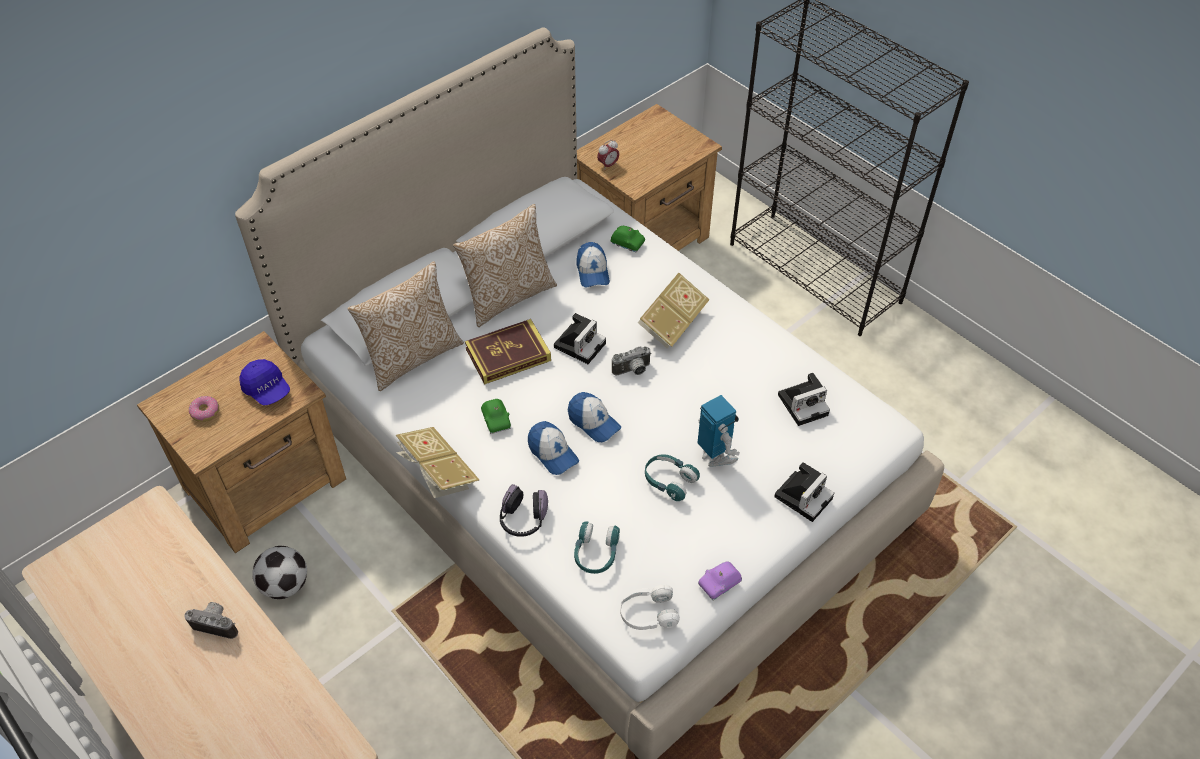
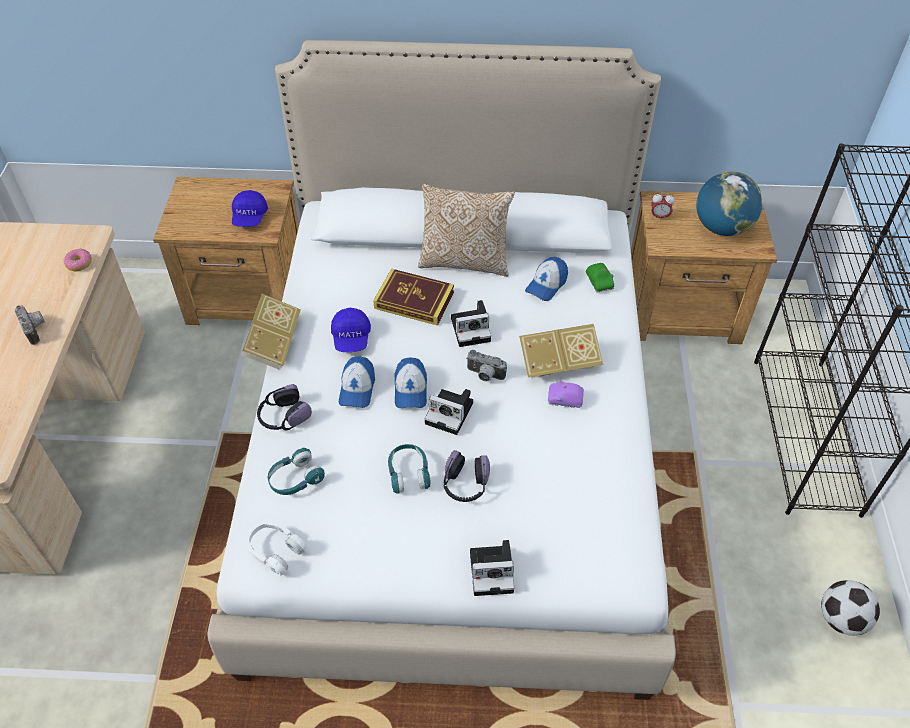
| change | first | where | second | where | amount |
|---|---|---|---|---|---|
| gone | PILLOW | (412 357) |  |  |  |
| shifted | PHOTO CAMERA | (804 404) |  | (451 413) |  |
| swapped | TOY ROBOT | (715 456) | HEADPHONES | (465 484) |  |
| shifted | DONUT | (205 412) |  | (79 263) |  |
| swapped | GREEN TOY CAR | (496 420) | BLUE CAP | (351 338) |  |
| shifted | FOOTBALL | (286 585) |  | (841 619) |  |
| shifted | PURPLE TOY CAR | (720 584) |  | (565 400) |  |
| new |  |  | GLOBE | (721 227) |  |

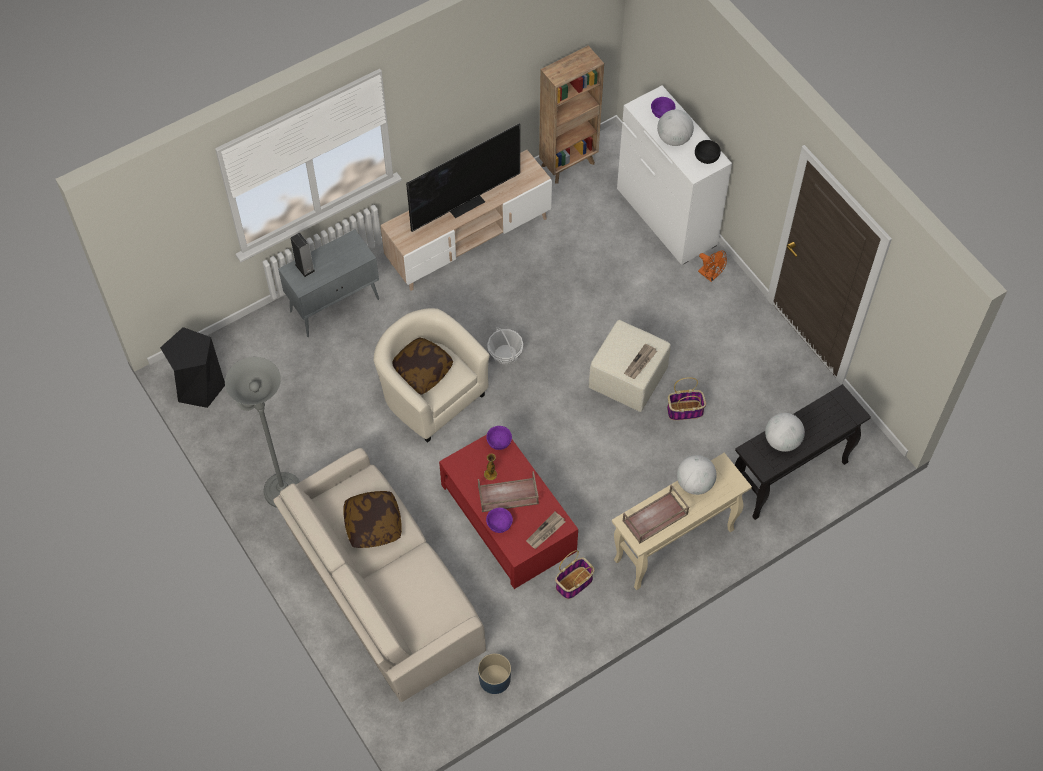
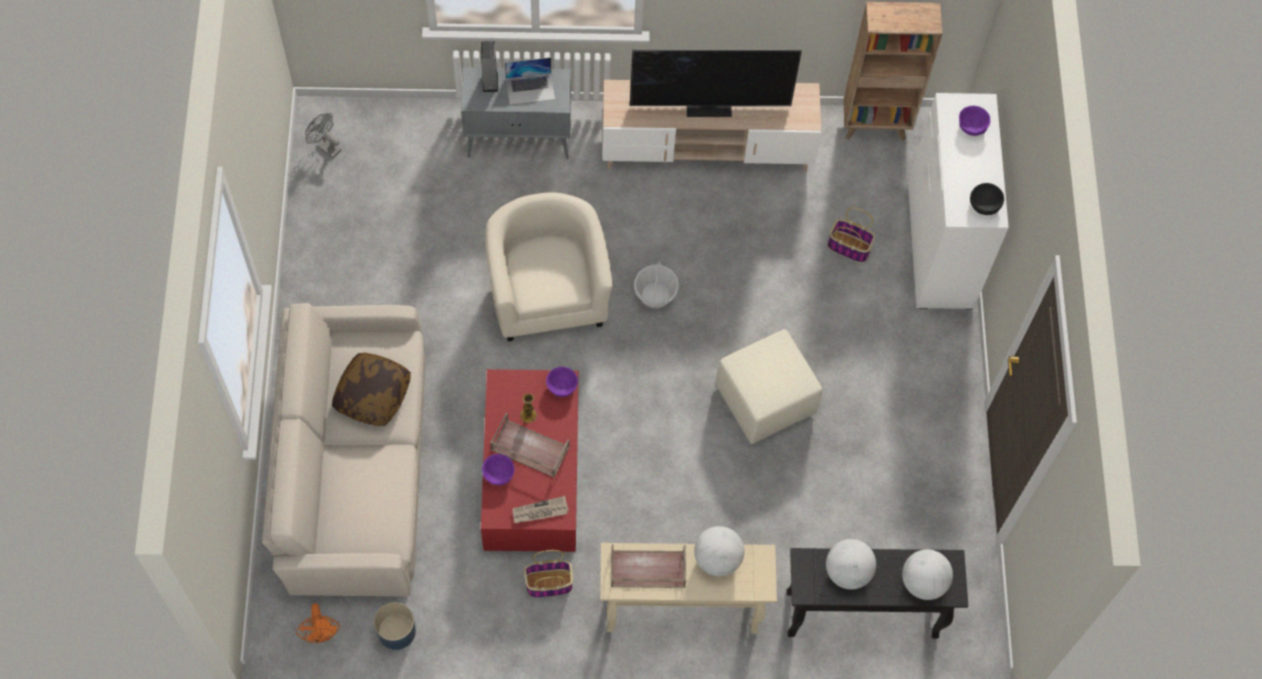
| change | first | where | second | where | amount |
|---|---|---|---|---|---|
| shifted | GLOBE | (674 139) |  | (923 582) |  |
| shifted | ORANGE FAN | (710 275) |  | (321 634) |  |
| swapped | BLACK STOOL | (199 387) | GREY FAN | (326 146) |  |
| gone | PILLOW | (420 371) |  |  |  |
| gone | NEWSPAPER | (640 363) |  |  |  |
| gone | GREY FLOOR LAMP | (280 487) |  |  |  |
| shifted | BASKET | (685 410) |  | (849 247) |  |
| new |  |  | LAPTOP | (530 88) |  |

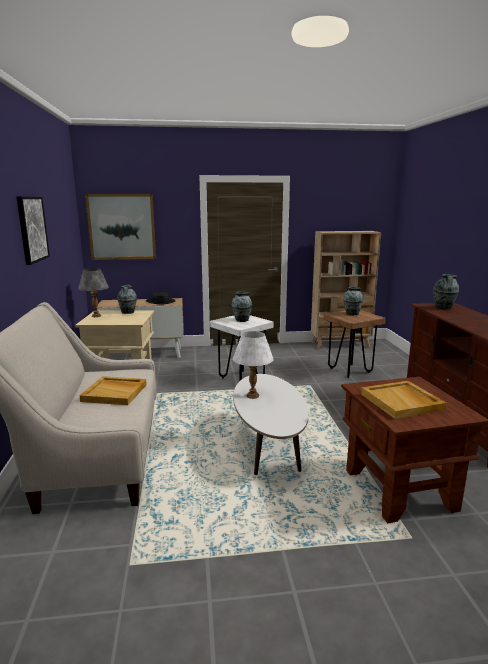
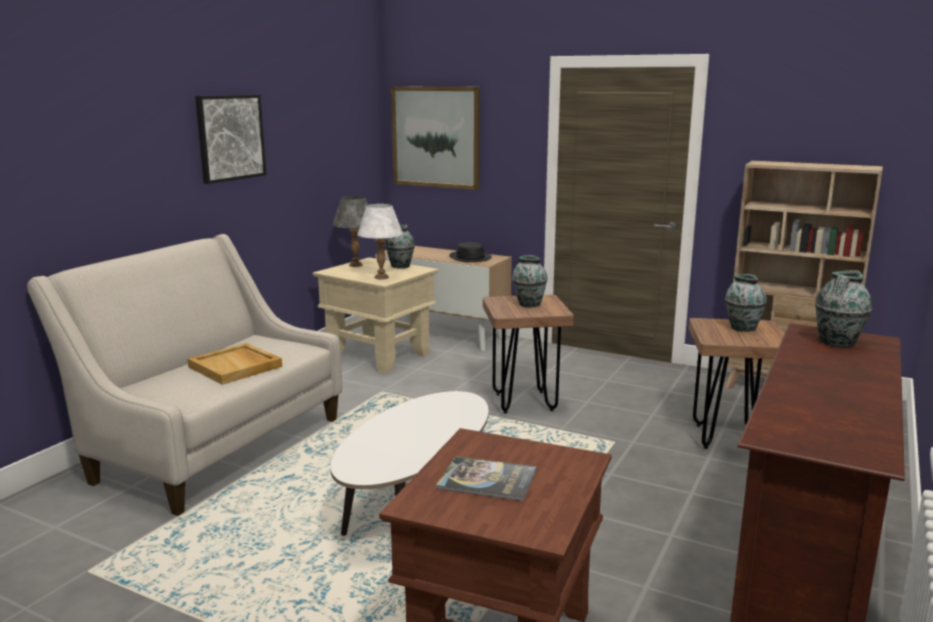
| change | first | where | second | where | amount |
|---|---|---|---|---|---|
| repainted | WHITE STOOL | (241 378) | BROWN STOOL | (524 402) |  |
| shifted | WHITE TABLE LAMP | (252 396) |  | (381 277) |  |
| swapped | BEIGE TRAY | (402 402) | BOOK | (487 480) |  |

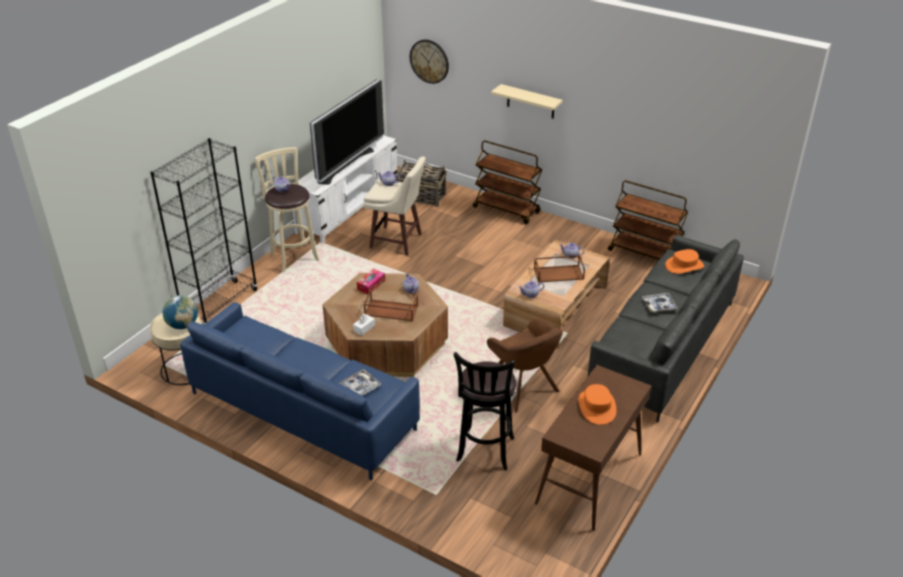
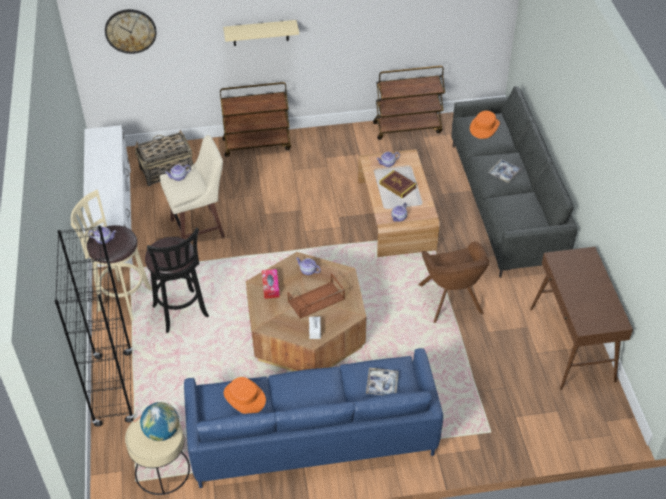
| change | first | where | second | where | amount |
|---|---|---|---|---|---|
| gone | TELEVISION | (346 165) |  |  |  |
| swapped | BROWN TRAY | (559 273) | BOOK | (397 185) |  |
| rotated | BROWN ARMCHAIR | (523 388) |  | (451 302) | 60 degrees clockwise |
| shifted | BLACK STOOL | (484 452) |  | (181 314) |  |
| shifted | ORANGE HAT | (596 407) |  | (244 397) |  |

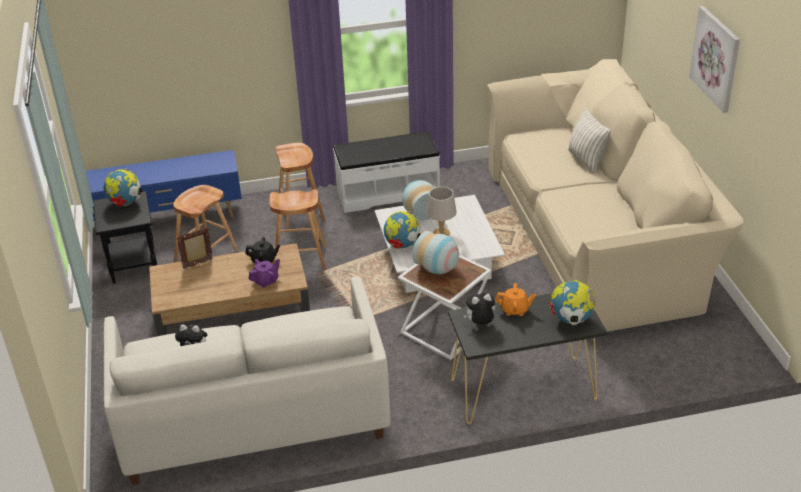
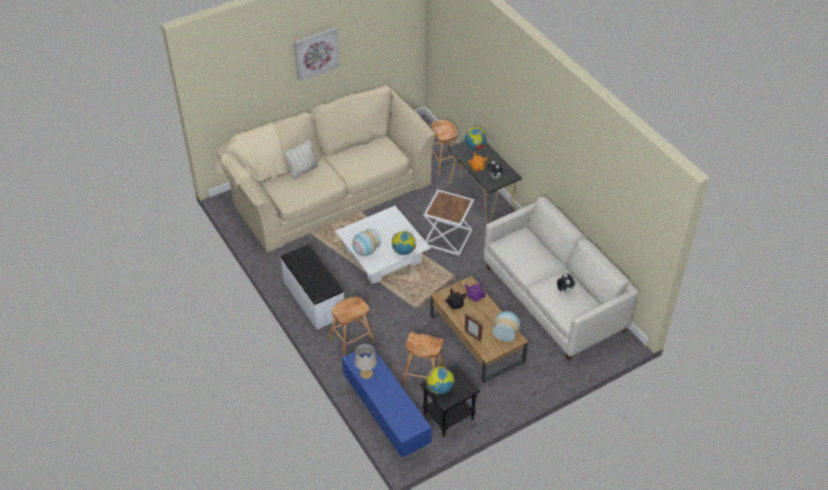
| change | first | where | second | where | amount |
|---|---|---|---|---|---|
| shifted | GREY TABLE LAMP | (441 233) |  | (366 373) |  |
| shifted | BROWN STOOL | (300 259) |  | (444 162) |  |
| shifted | VASE | (438 269) |  | (506 332) |  |

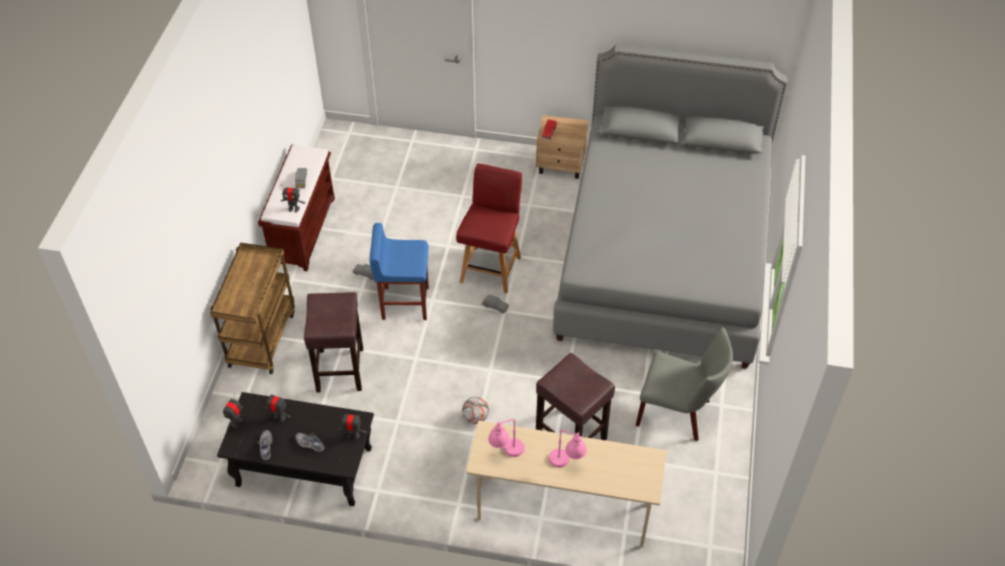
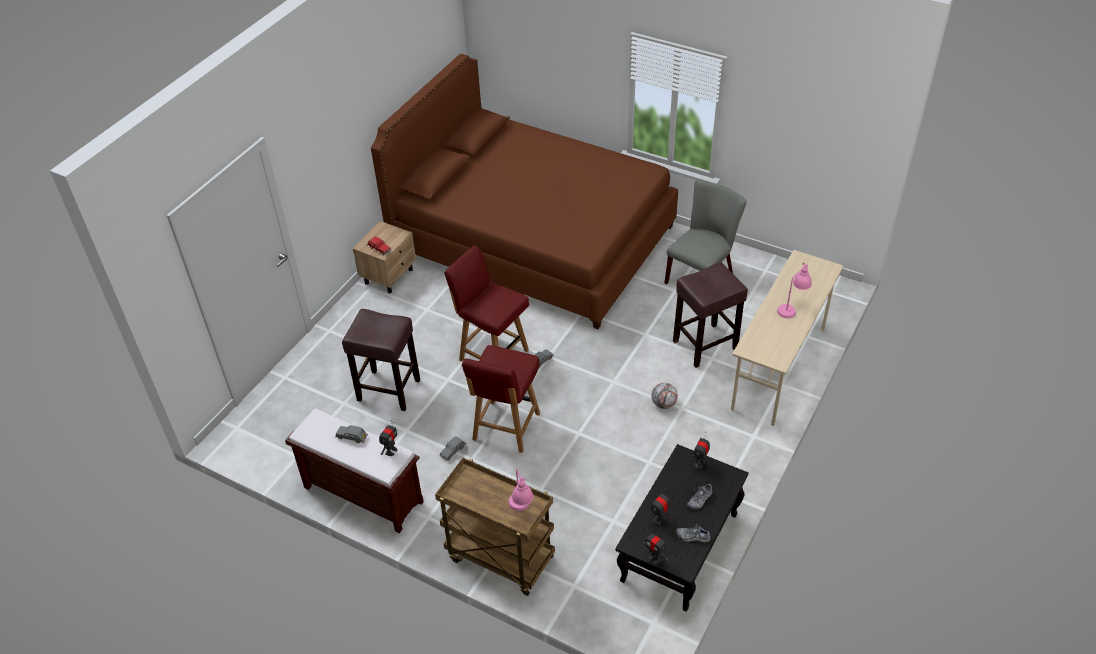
| change | first | where | second | where | amount |
|---|---|---|---|---|---|
| repainted | GREY BED | (663 255) | BROWN BED | (533 240) |  |
| swapped | BLUE STOOL | (404 303) | RED CHAIR | (505 428) |  |
| shifted | BROWN STOOL | (340 369) |  | (387 390) |  |
| shifted | PINK TABLE LAMP | (506 452) |  | (522 509) |  |

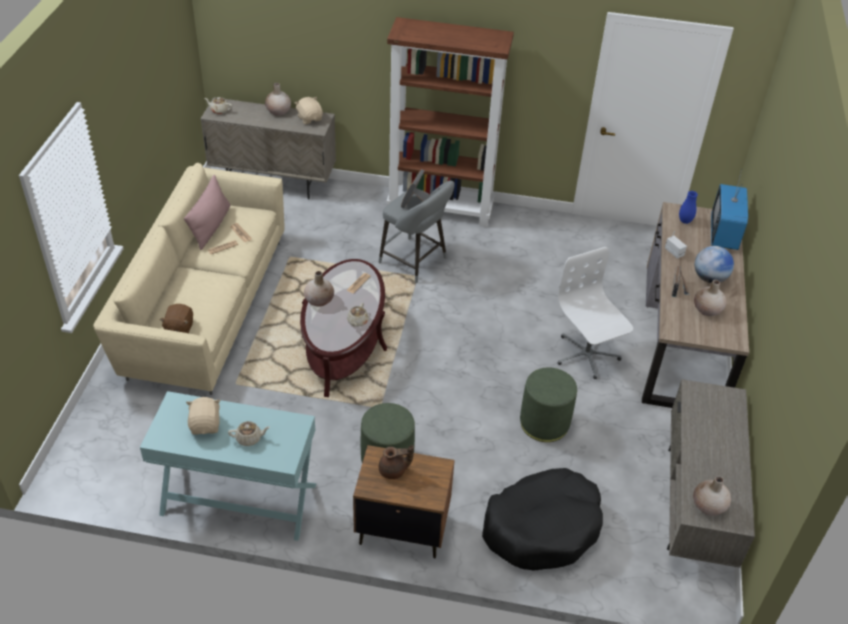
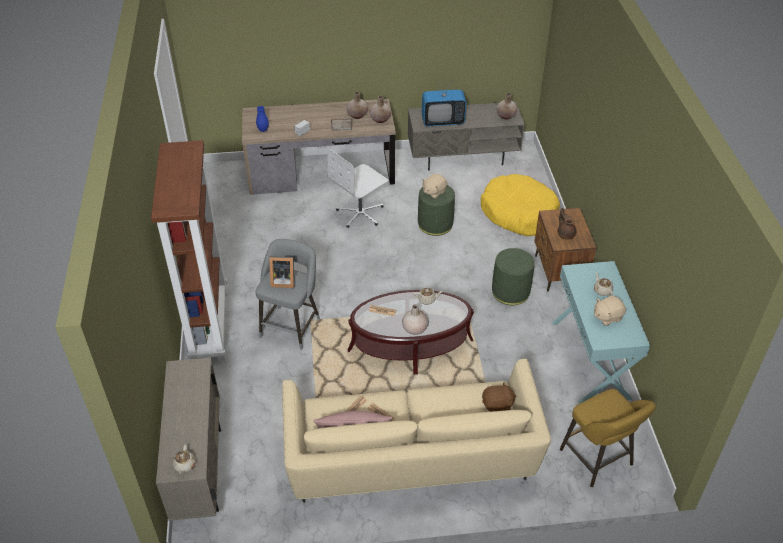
| change | first | where | second | where | amount |
|---|---|---|---|---|---|
| shifted | BEIGE VASE | (278 111) |  | (380 119) |  |
| shifted | BEIGE PLUSH TOY | (310 118) |  | (434 192) |  |
| shifted | TELEVISION | (724 234) |  | (443 121) |  |
| gone | GLOBE | (709 278) |  |  |  |
| repainted | BLACK DOG BED | (542 527) | YELLOW DOG BED | (519 213) |  |
| new |  |  | YELLOW STOOL | (598 460) |  |

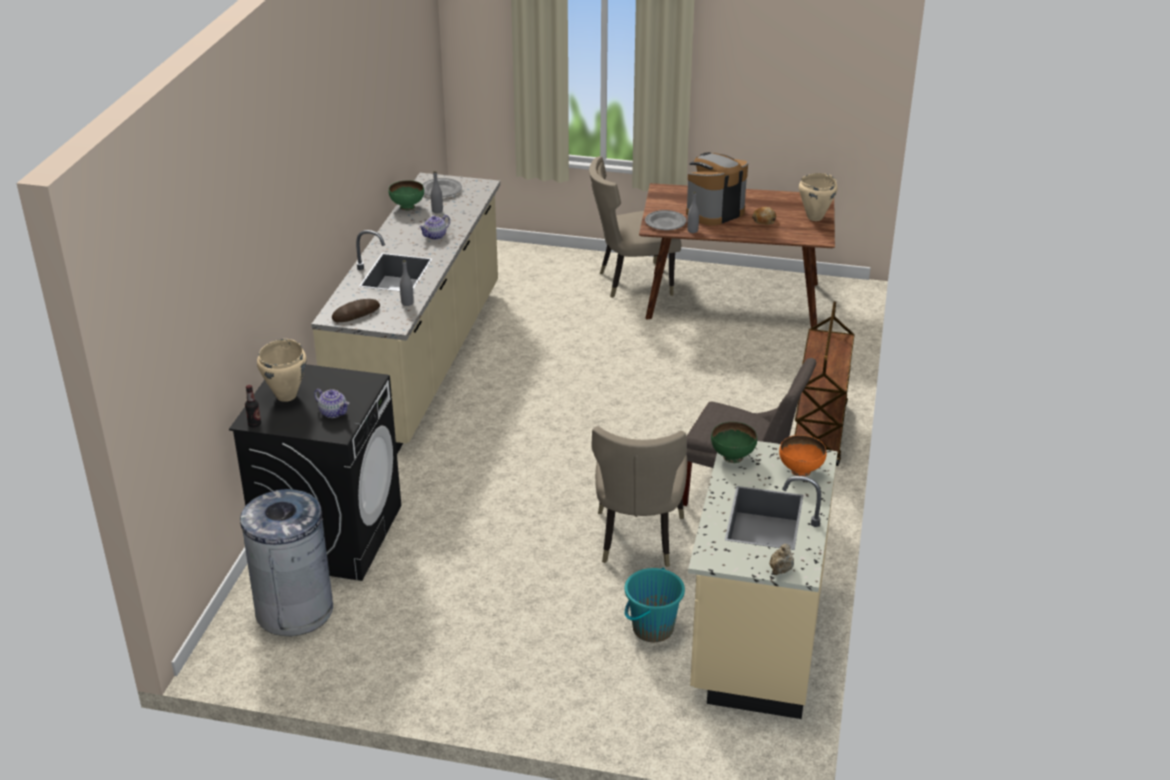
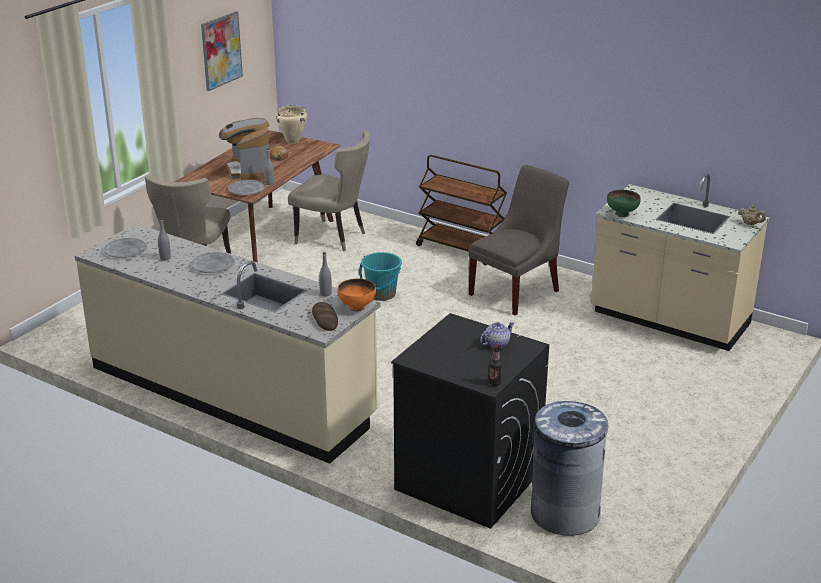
| change | first | where | second | where | amount |
|---|---|---|---|---|---|
| gone | GREEN BOWL | (407 207) |  |  |  |
| swapped | TEAPOT | (435 236) | GREY PLATE | (213 265) |  |
| gone | BEIGE COOKING POT | (287 396) |  |  |  |
| shifted | BEIGE CHAIR | (637 541) |  | (334 237) |  |
| shifted | ORANGE BOWL | (800 471) |  | (357 307) |  |
| shifted | TURQUOISE BUCKET | (652 628) |  | (381 294) |  |
| new |  |  | PICTURE | (221 50) |  |

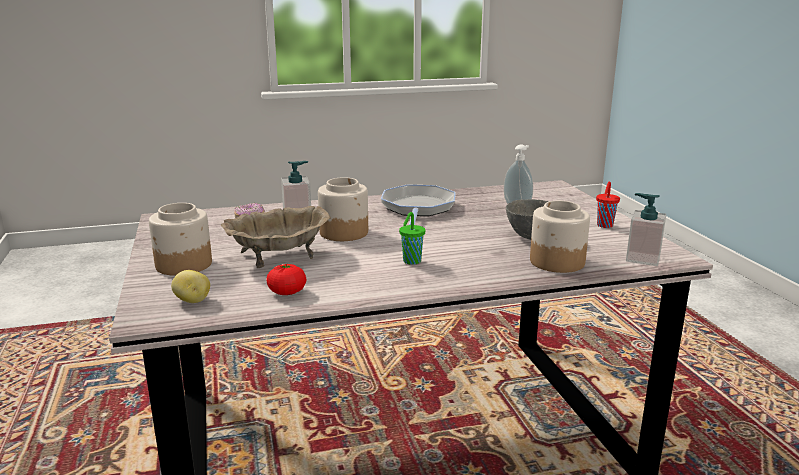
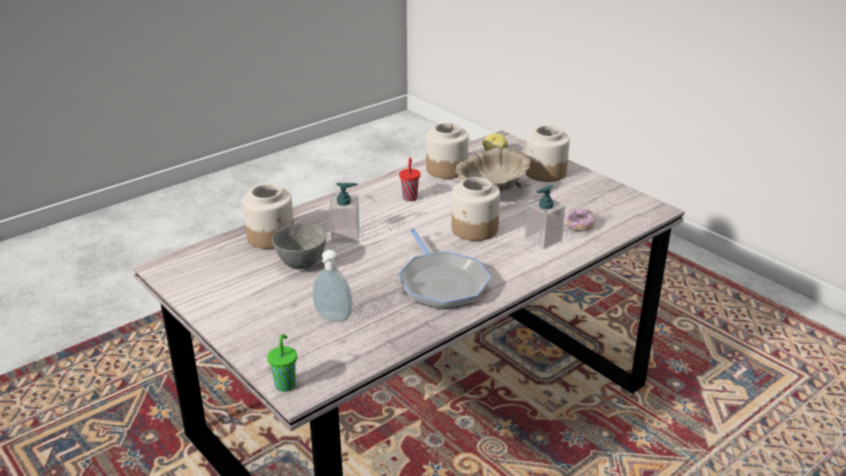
| change | first | where | second | where | amount |
|---|---|---|---|---|---|
| shifted | RED CUP | (604 226) |  | (410 197) |  |
| shifted | SOAP DISPENSER | (642 258) |  | (346 236) |  |
| shifted | GREEN CUP | (411 261) |  | (285 384) |  |
| swapped | TOMATO | (287 292) | JAR | (447 169) |  |

